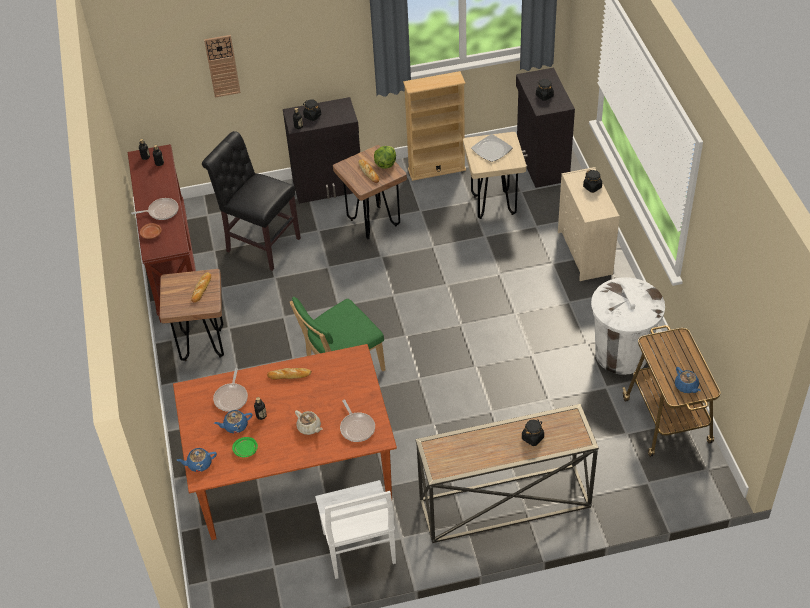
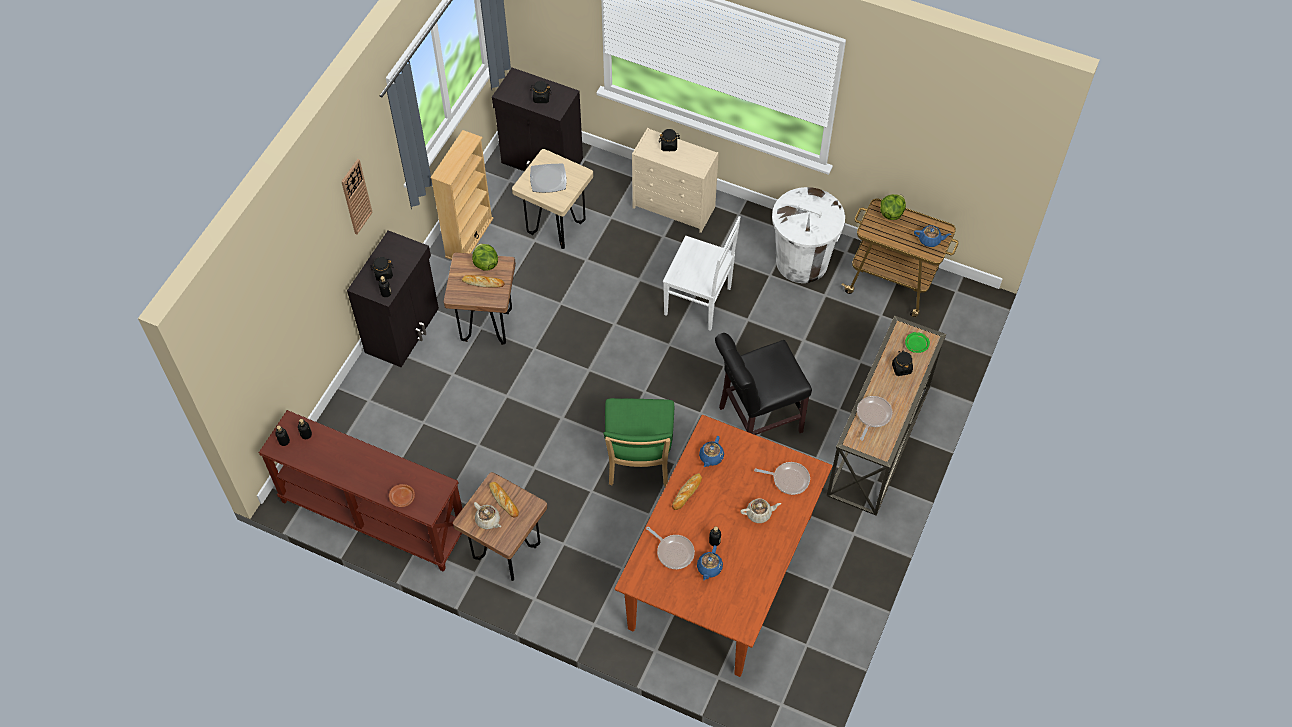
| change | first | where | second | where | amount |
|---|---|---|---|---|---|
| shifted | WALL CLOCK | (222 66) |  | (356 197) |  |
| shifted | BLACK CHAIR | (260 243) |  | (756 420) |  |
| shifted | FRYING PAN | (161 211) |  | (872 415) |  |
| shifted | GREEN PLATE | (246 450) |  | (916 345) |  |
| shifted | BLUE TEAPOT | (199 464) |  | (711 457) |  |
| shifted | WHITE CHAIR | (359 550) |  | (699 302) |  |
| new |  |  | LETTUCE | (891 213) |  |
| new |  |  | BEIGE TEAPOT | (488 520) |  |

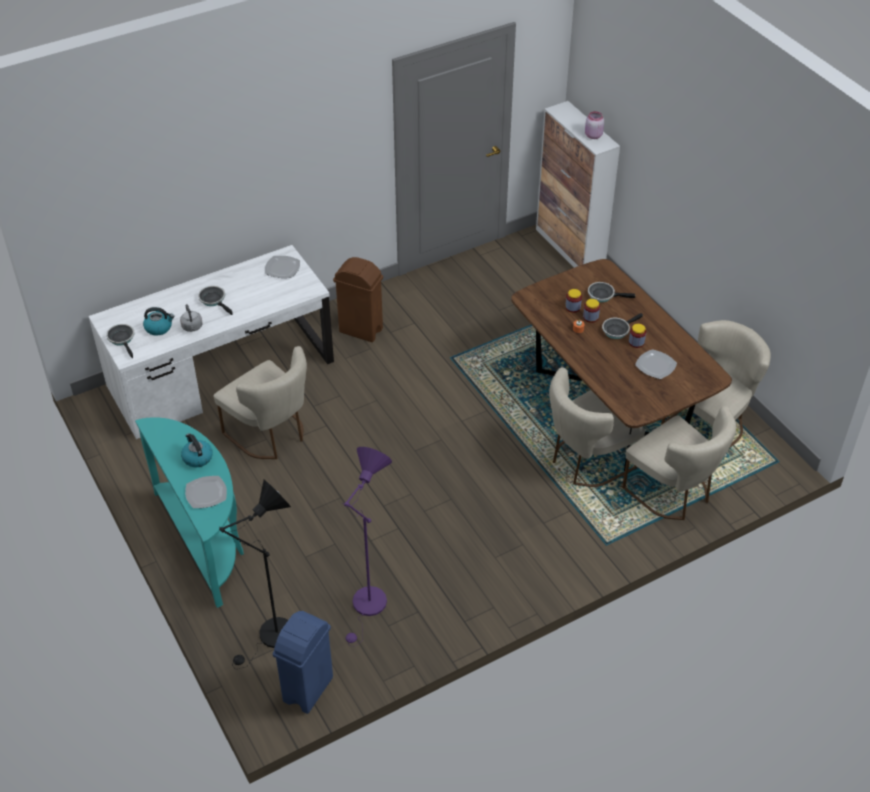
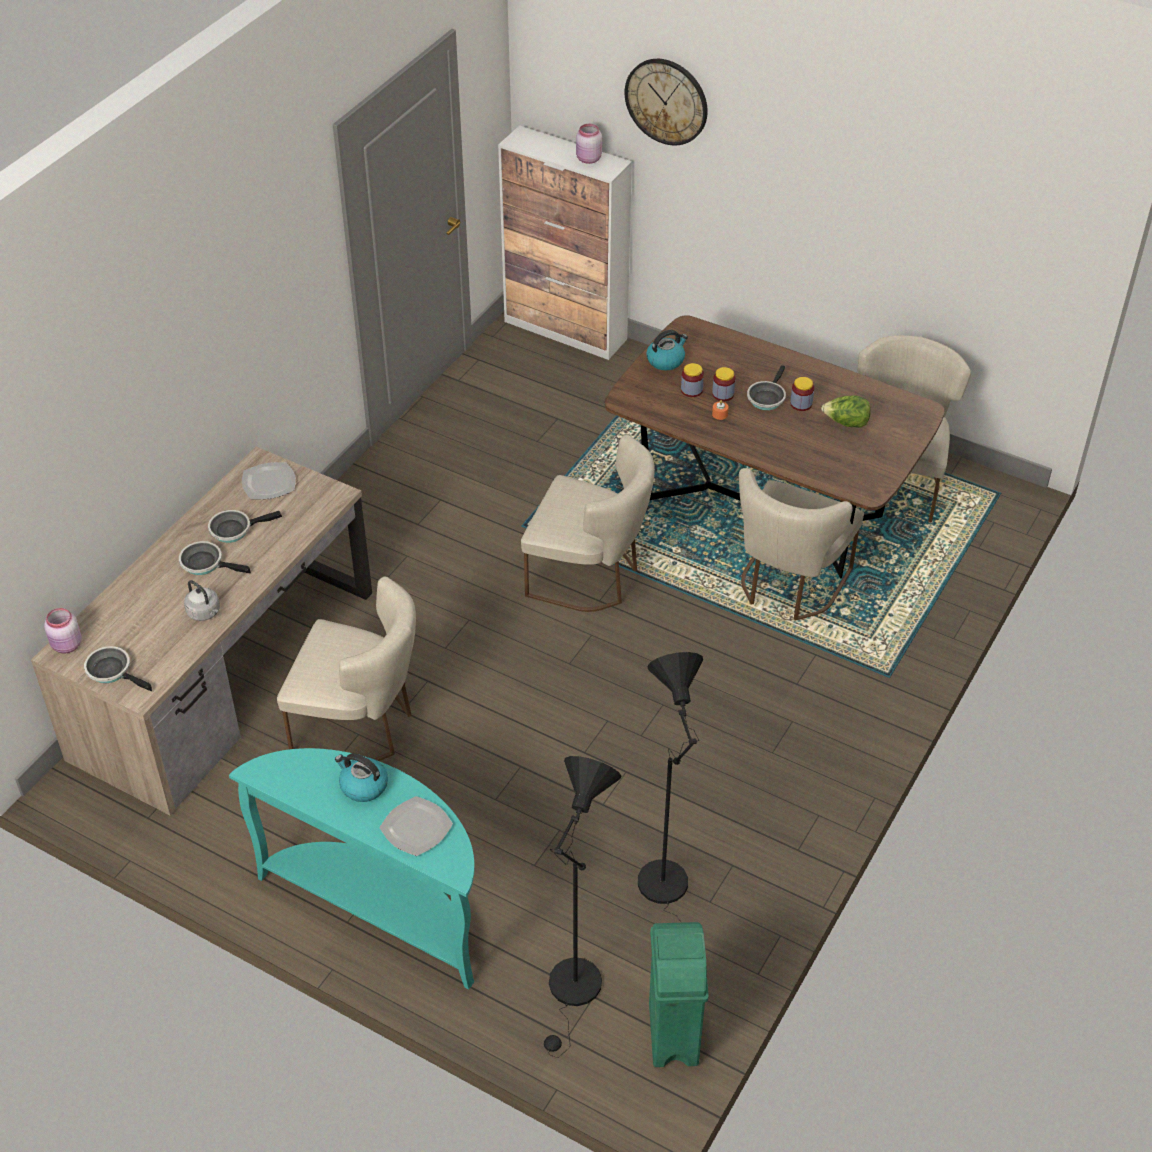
| change | first | where | second | where | amount |
|---|---|---|---|---|---|
| repainted | WHITE DESK | (221 374) | BROWN DESK | (225 674) |  |
| gone | BROWN TRASH CAN | (360 330) |  |  |  |
| shifted | FRYING PAN | (603 295) |  | (234 529) |  |
| shifted | KETTLE | (159 327) |  | (666 360) |  |
| swapped | PLATE | (656 366) | LETTUCE | (846 423) |  |
| shifted | BEIGE CHAIR | (673 493) |  | (590 577) |  |
| repainted | PURPLE FLOOR LAMP | (368 607) | BLACK FLOOR LAMP | (666 891) |  |
| repainted | BLUE TRASH CAN | (307 690) | GREEN TRASH CAN | (673 1035) |  |
| new |  |  | WALL CLOCK | (666 101) |  |
| new |  |  | PINK JAR | (67 646) |  |

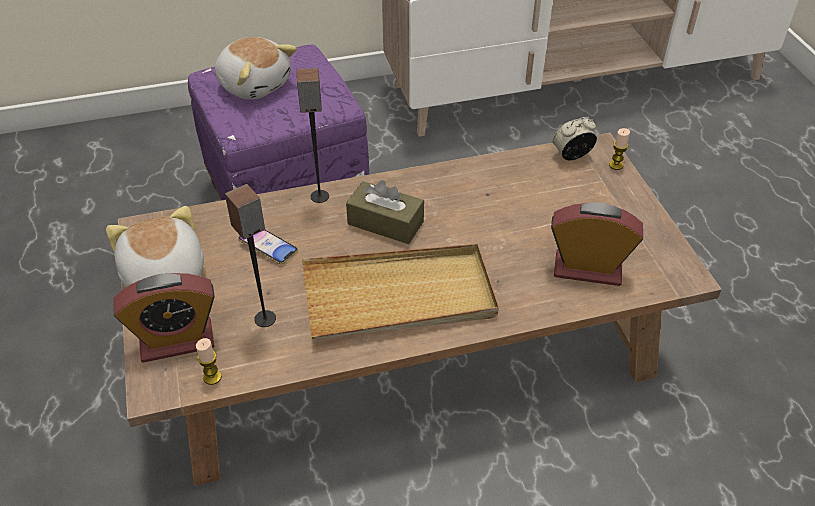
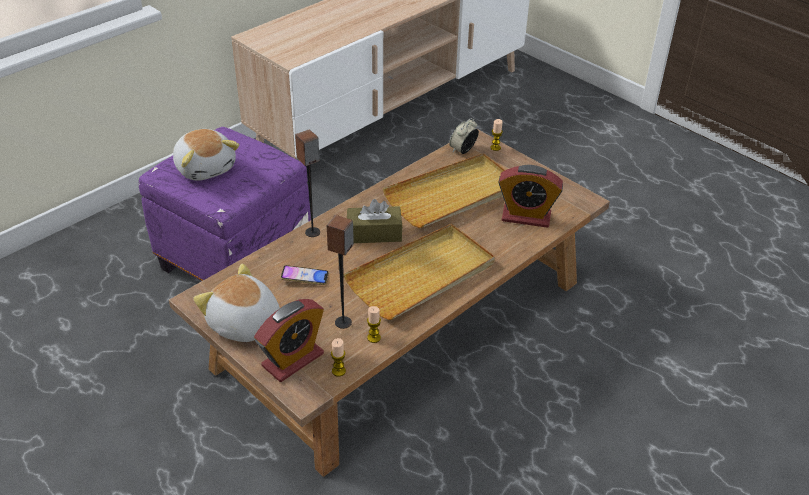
| change | first | where | second | where | amount |
|---|---|---|---|---|---|
| rotated | PLUSH TOY | (255 84) |  | (206 167) | 45 degrees clockwise |
| rotated | ALARM CLOCK | (587 269) |  | (526 217) | 150 degrees counterclockwise |
| new |  |  | BEIGE TRAY | (453 195) |  |
| new |  |  | CANDLE | (374 338) |  |

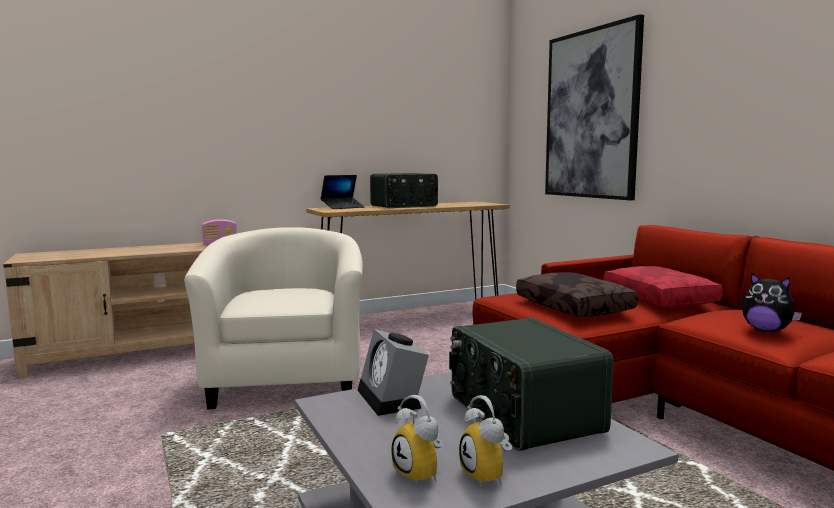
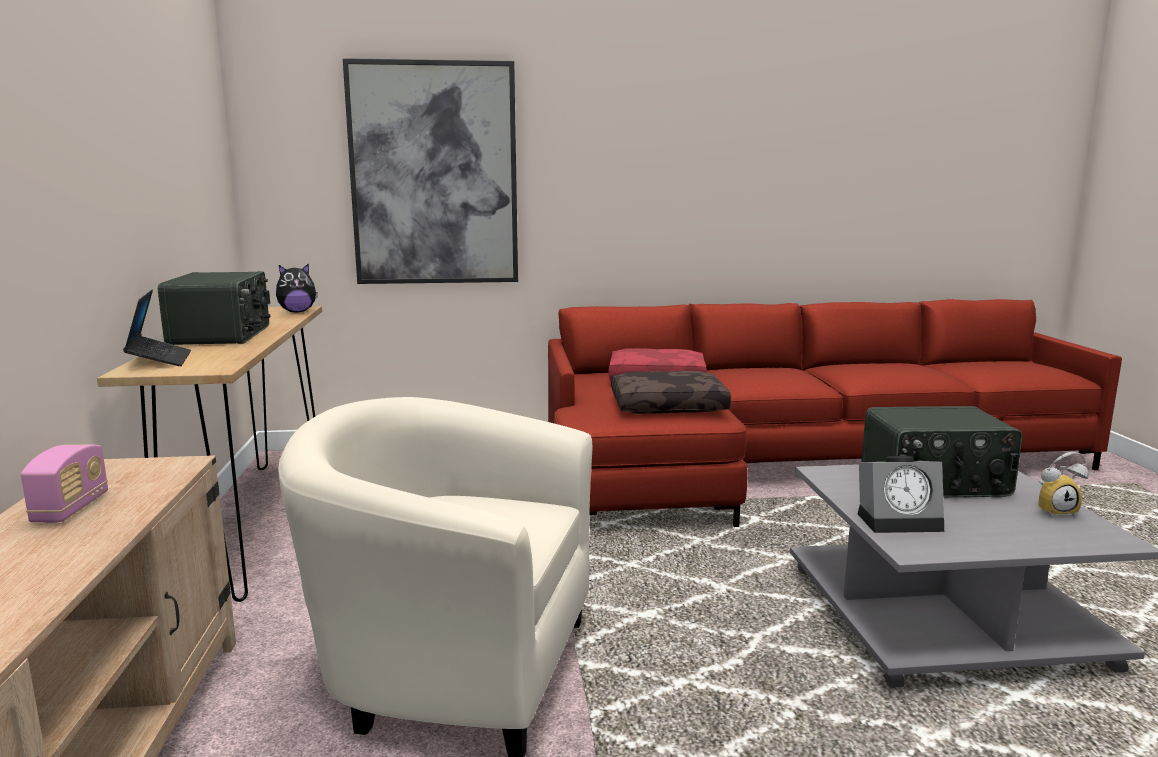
| change | first | where | second | where | amount |
|---|---|---|---|---|---|
| shifted | PLUSH TOY | (766 330) |  | (297 312) |  |
| gone | ALARM CLOCK | (422 474) |  |  |  |

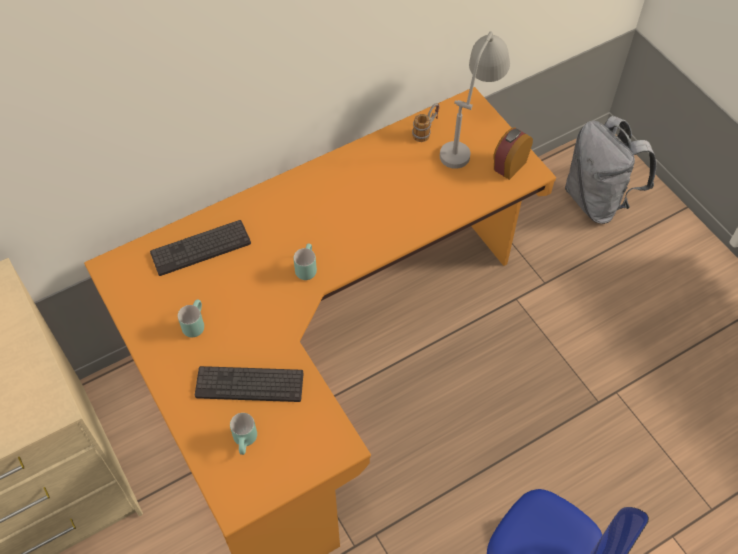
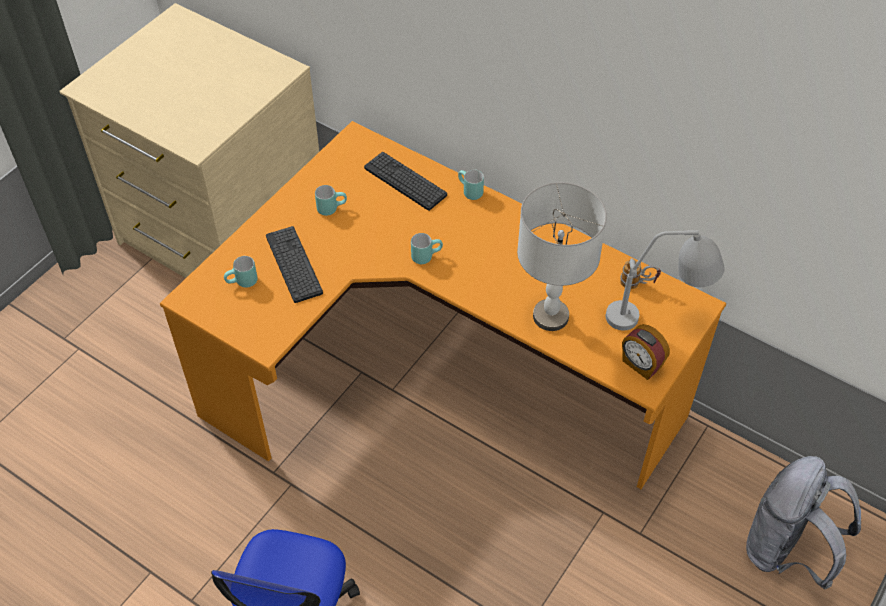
| change | first | where | second | where | amount |
|---|---|---|---|---|---|
| rotated | ALARM CLOCK | (509 165) |  | (641 365) | 150 degrees counterclockwise |
| new |  |  | TURQUOISE MUG | (468 192) |  |
| new |  |  | GREY TABLE LAMP | (551 317) |  |

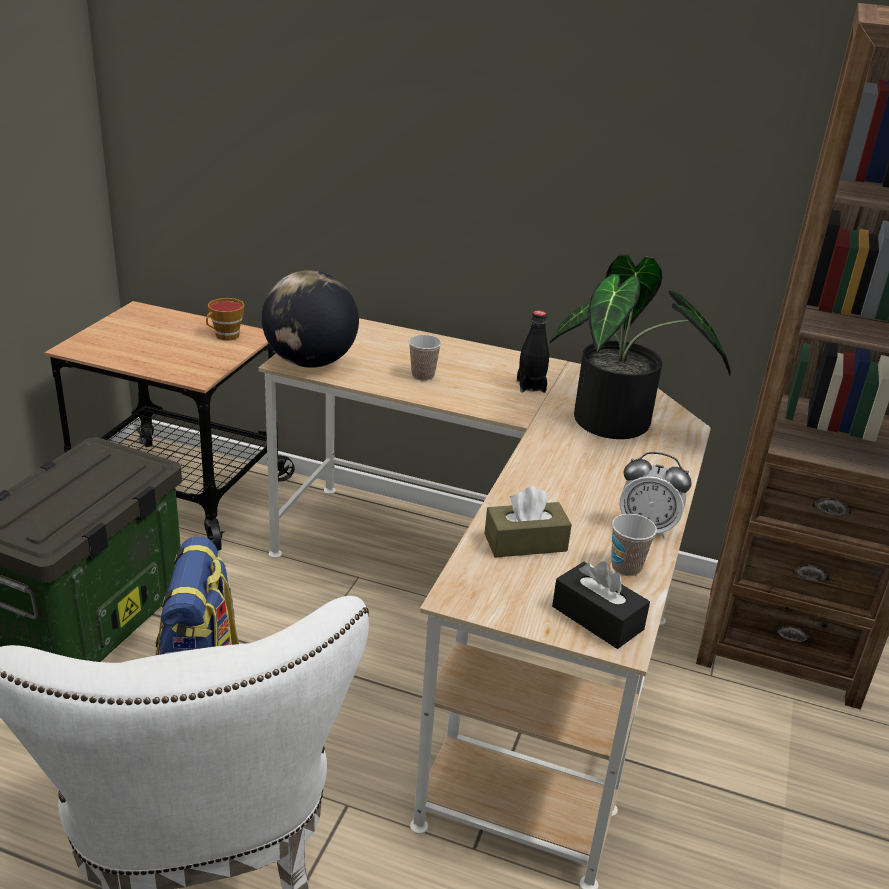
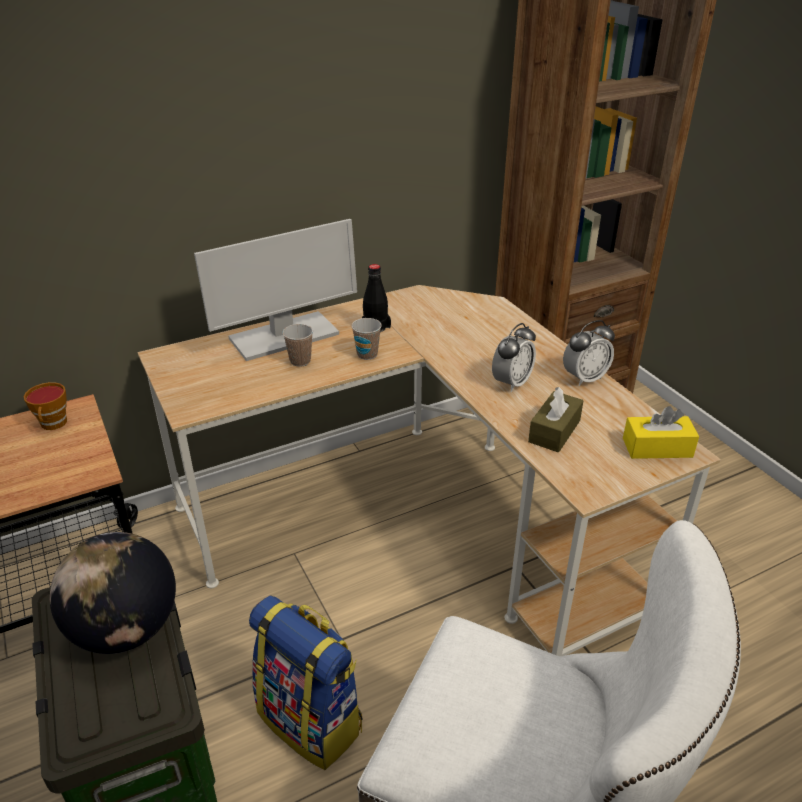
| change | first | where | second | where | amount |
|---|---|---|---|---|---|
| gone | POTTED PLANT | (619 426) |  |  |  |
| shifted | GLOBE | (310 362) |  | (126 629) |  |
| shifted | CUP | (626 567) |  | (367 354) |  |
| repainted | BLACK TISSUE BOX | (597 618) | YELLOW TISSUE BOX | (657 448) |  |
| new |  |  | MONITOR | (283 337) |  |
| new |  |  | ALARM CLOCK | (511 383) |  |

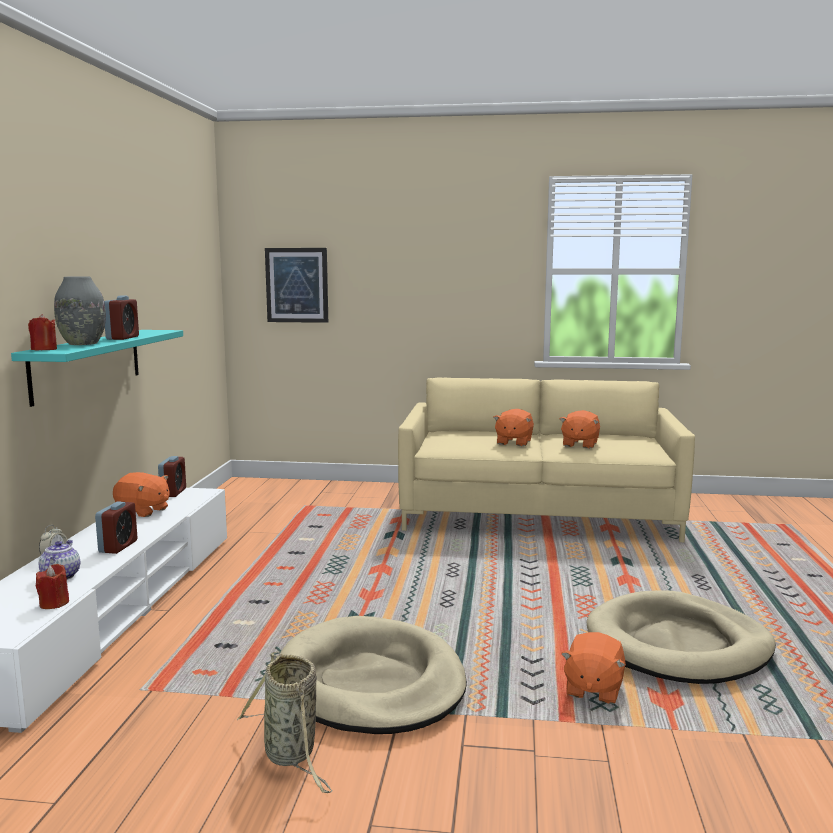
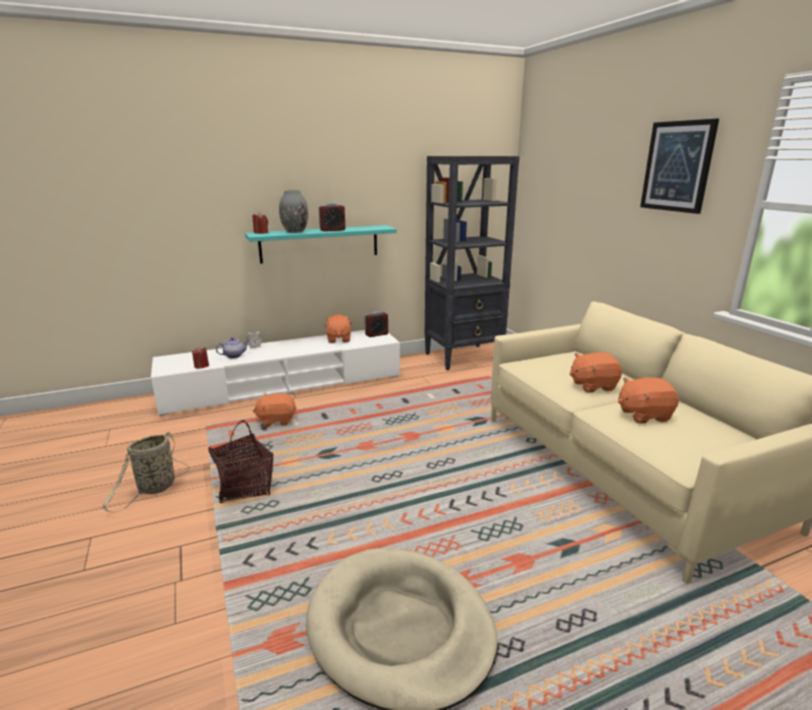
| change | first | where | second | where | amount |
|---|---|---|---|---|---|
| shifted | PICTURE | (297 285) |  | (677 166) |  |
| gone | ALARM CLOCK | (118 546) |  |  |  |
| swapped | BEIGE DOG BED | (371 682) | BASKET | (245 486) |  |
| shifted | ORANGE PLUSH TOY | (592 689) |  | (277 420) |  |
| new |  |  | BLACK BOOKCASE | (464 357) |  |

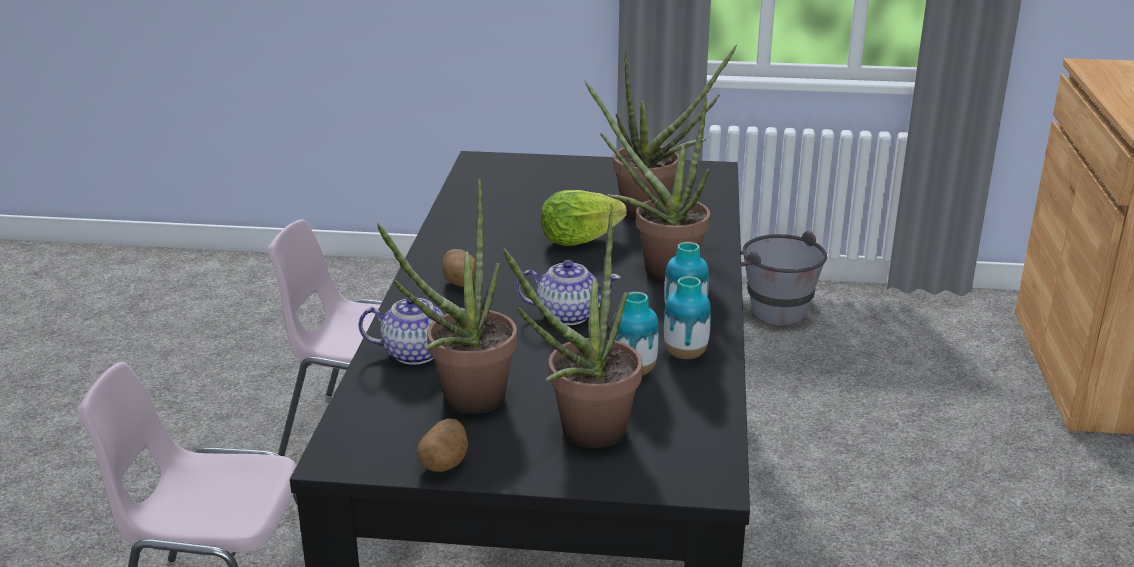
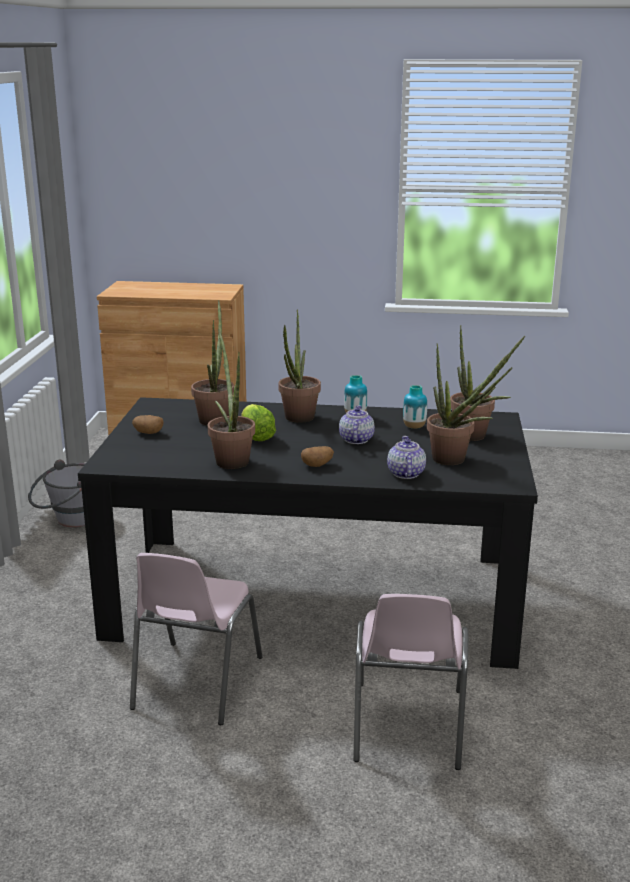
| change | first | where | second | where | amount |
|---|---|---|---|---|---|
| gone | VASE | (685 354) |  |  |  |
| shifted | POTATO | (444 462) |  | (148 433) |  |
| new |  |  | POTTED PLANT | (231 459) |  |

